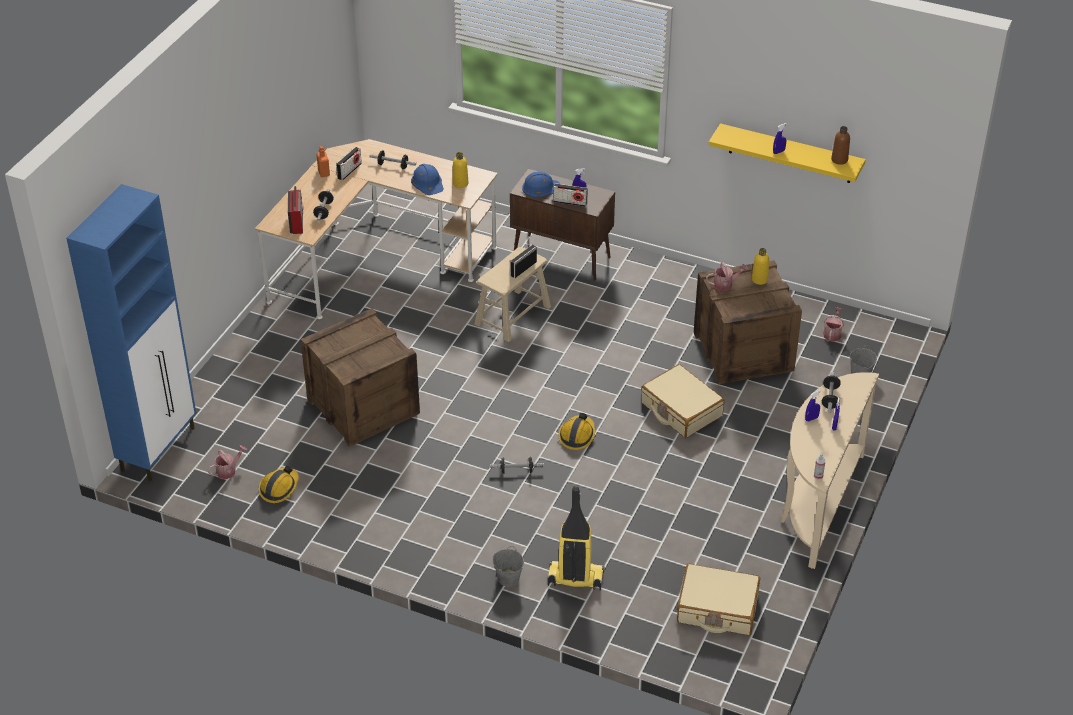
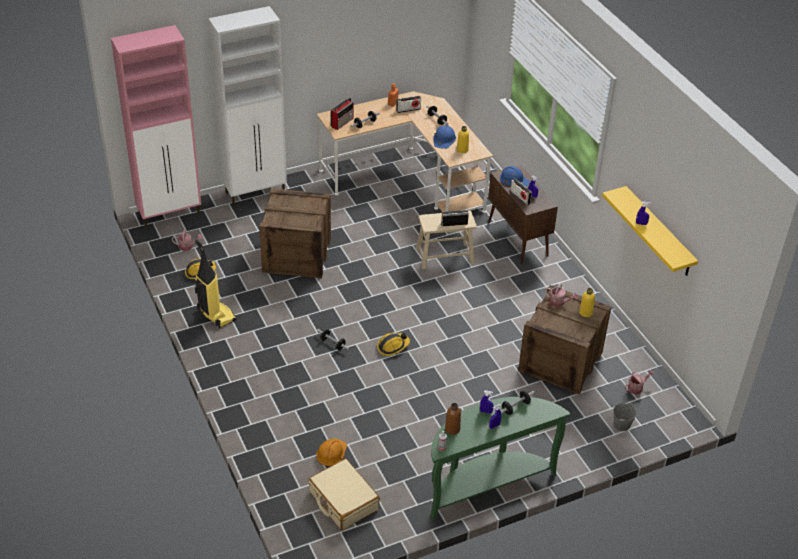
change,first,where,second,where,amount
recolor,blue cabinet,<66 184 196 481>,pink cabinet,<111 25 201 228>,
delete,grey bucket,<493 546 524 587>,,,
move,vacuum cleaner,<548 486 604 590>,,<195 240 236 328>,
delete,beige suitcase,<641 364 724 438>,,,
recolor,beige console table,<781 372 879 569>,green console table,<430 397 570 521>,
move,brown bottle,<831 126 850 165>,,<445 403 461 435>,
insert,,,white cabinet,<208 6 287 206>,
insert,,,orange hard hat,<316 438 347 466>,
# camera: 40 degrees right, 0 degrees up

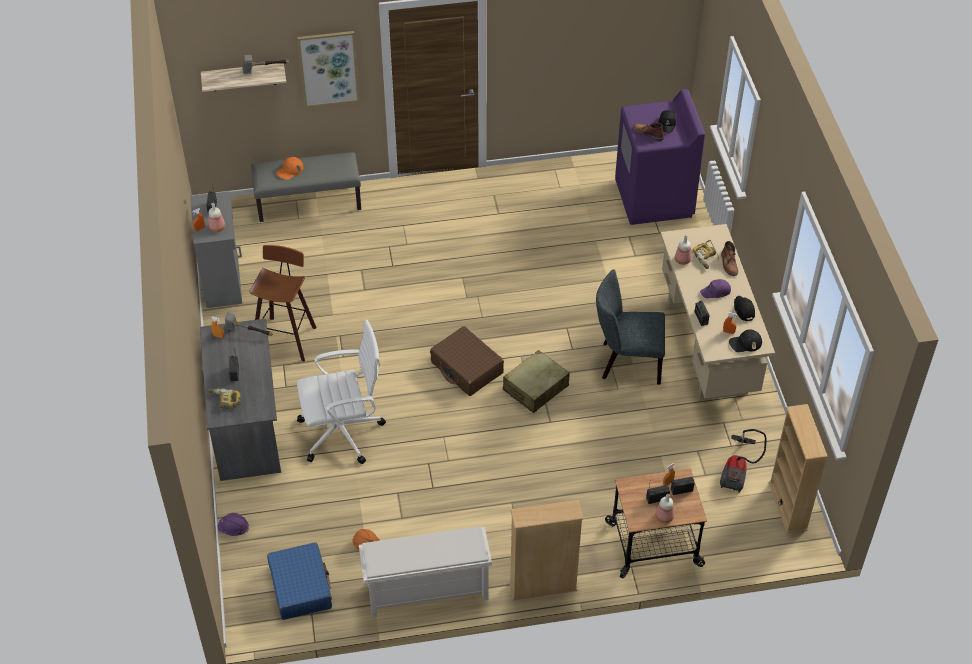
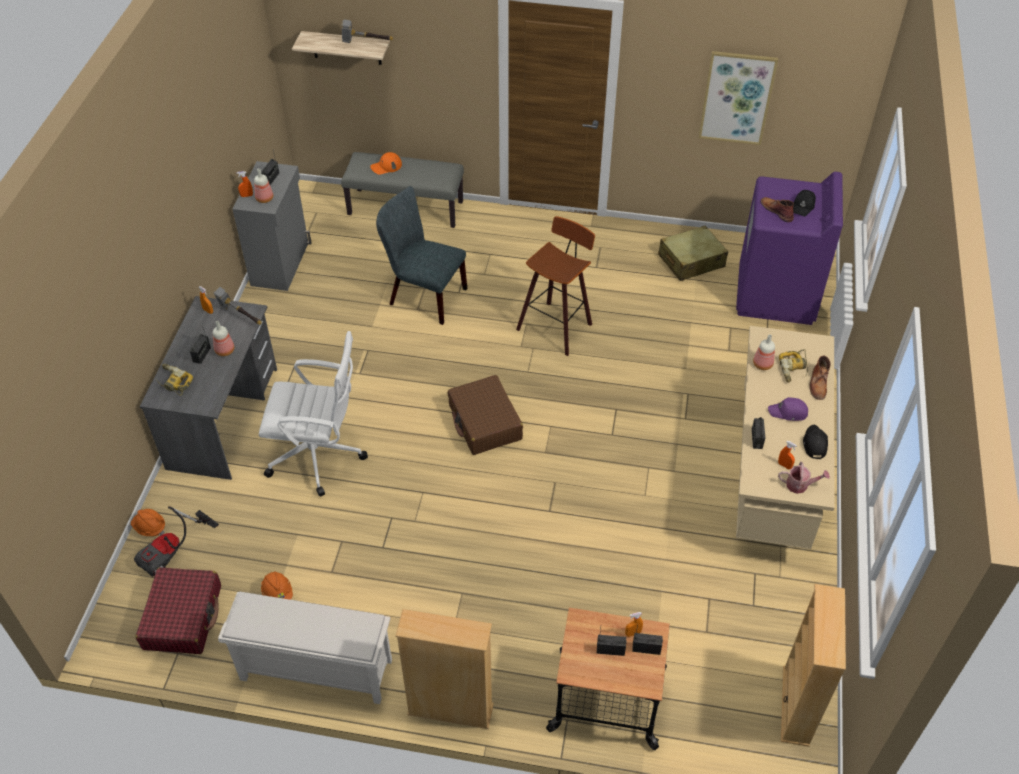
change,first,where,second,where,amount
recolor,purple hard hat,<218 513 249 536>,orange hard hat,<131 509 165 536>,
move,stool,<249 245 316 362>,,<516 216 595 356>,
recolor,blue suitcase,<267 542 332 620>,red suitcase,<136 567 221 654>,
move,picture,<297 31 359 107>,,<699 51 778 145>,
move,beige suitcase,<503 350 570 413>,,<658 226 728 281>,
move,grey chair,<596 269 665 385>,,<376 186 467 325>,
move,bottle,<655 494 674 523>,,<213 321 234 356>,
move,vacuum cleaner,<720 429 767 492>,,<134 506 219 578>,
replace,black cap,<729 329 762 352>,watering can,<778 462 830 494>,
# camera: 20 degrees right, 0 degrees up

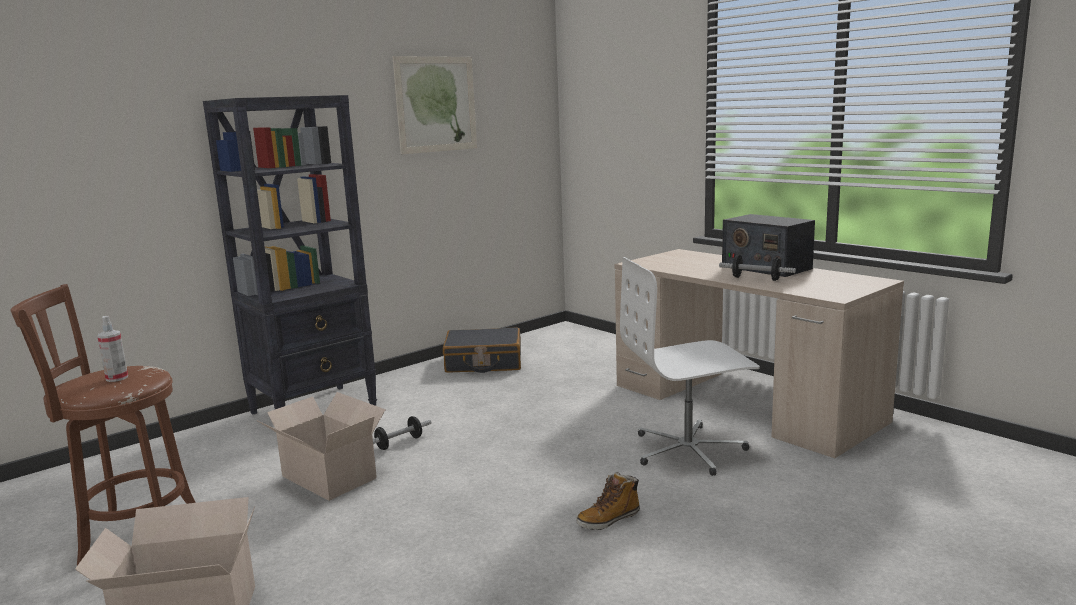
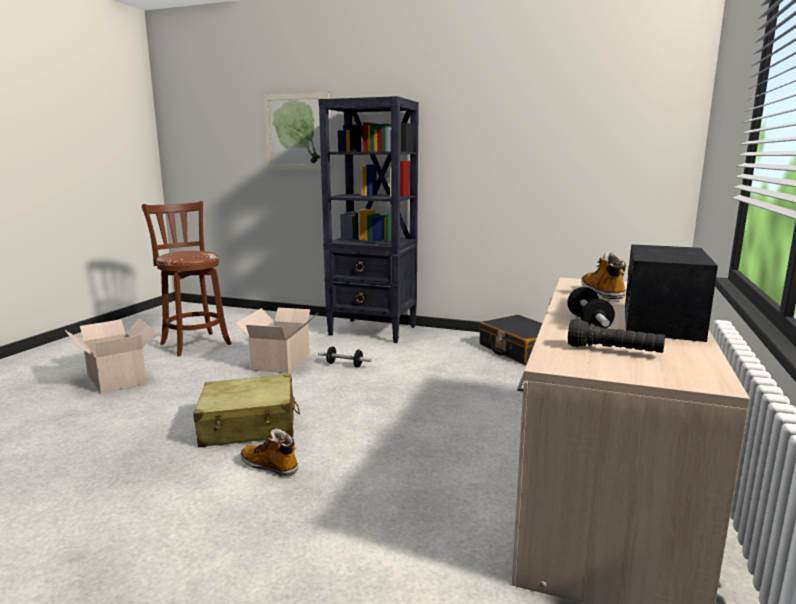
change,first,where,second,where,amount
delete,spray bottle,<97 316 128 382>,,,
move,picture,<393 56 477 154>,,<264 93 331 170>,
delete,white office chair,<620 257 760 476>,,,
insert,,,beige suitcase,<193 374 300 447>,
insert,,,black flashlight,<568 319 665 353>,
insert,,,boot,<581 252 626 299>,
# camera: 60 degrees right, 0 degrees up

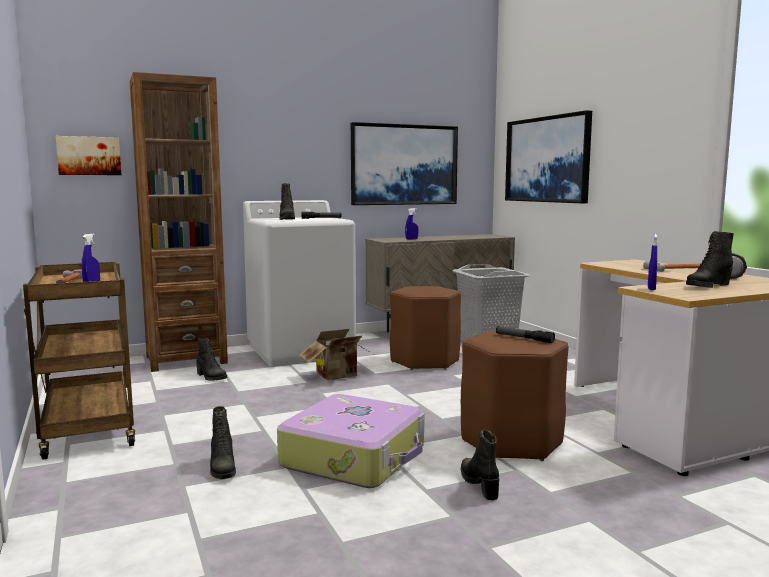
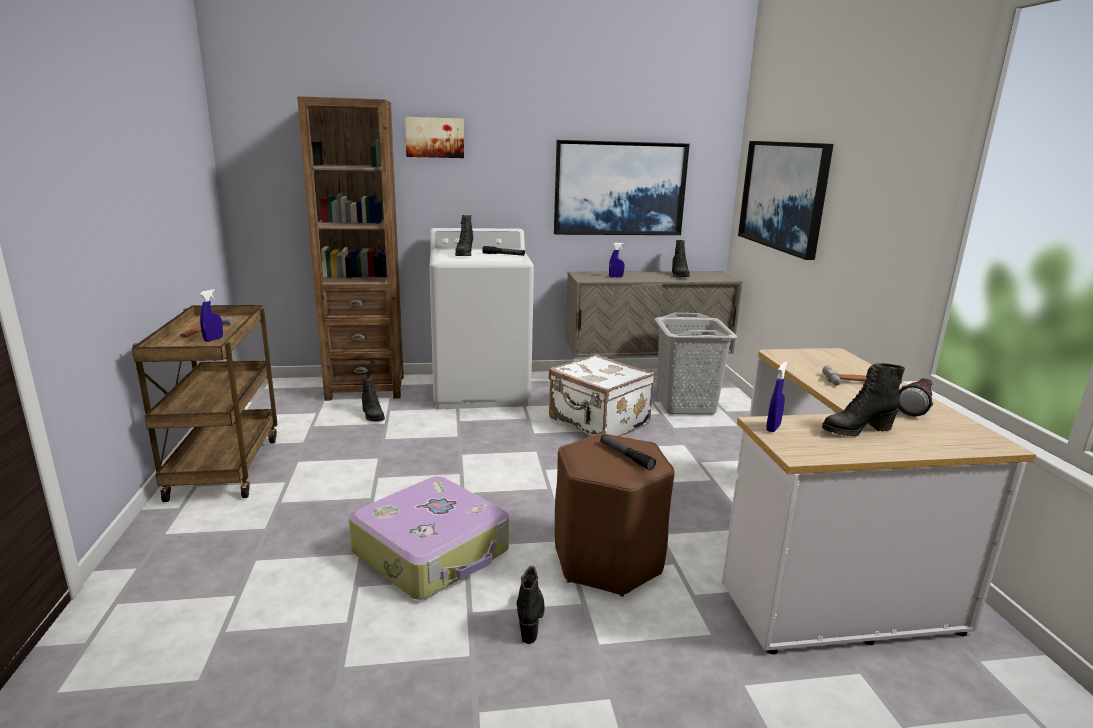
change,first,where,second,where,amount
move,picture,<56 136 121 175>,,<405 117 464 158>,
move,black boot,<210 406 236 479>,,<672 240 690 277>,
delete,cardboard box,<299 329 373 380>,,,
replace,brown stool,<390 286 461 370>,white suitcase,<549 354 654 436>,
# camera: 15 degrees right, 10 degrees up

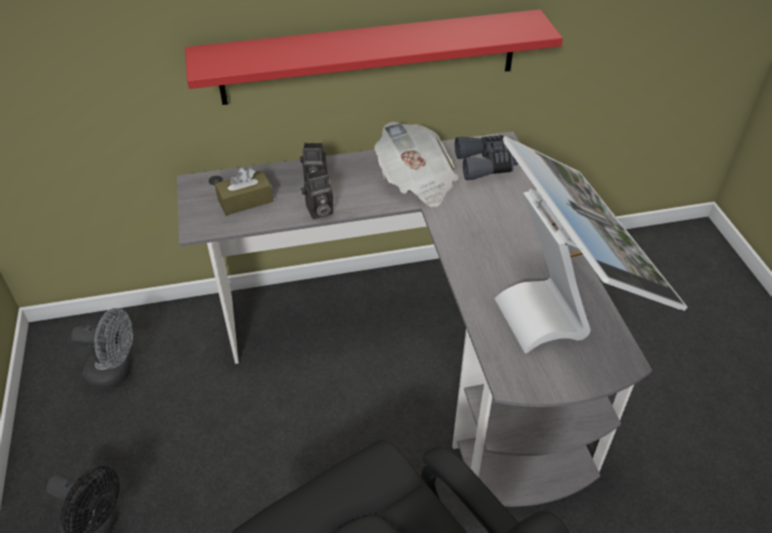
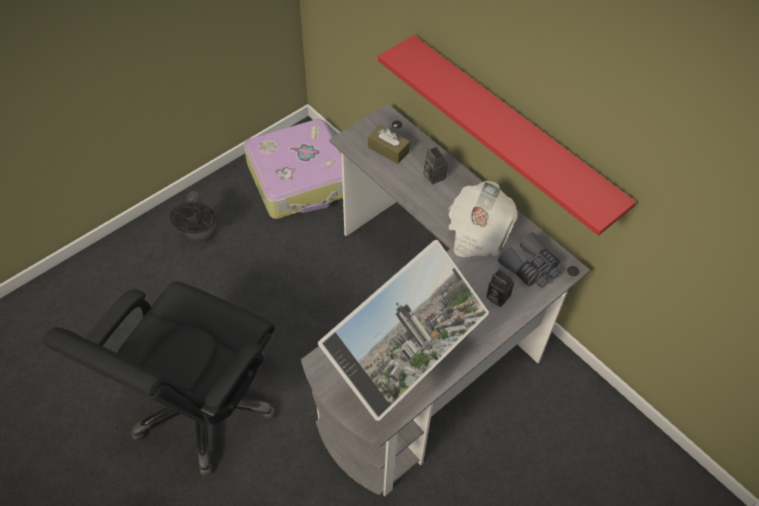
change,first,where,second,where,amount
replace,grey fan,<71 308 133 389>,suitcase,<244 119 343 219>,
move,photo camera,<301 169 333 219>,,<486 269 514 307>,
# camera: 60 degrees right, 10 degrees up

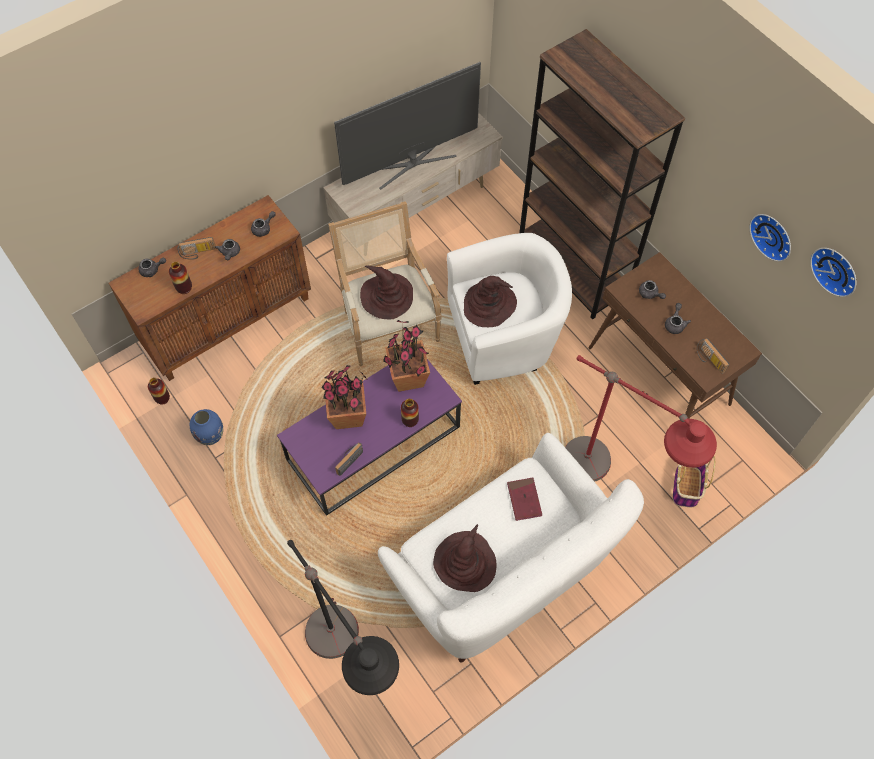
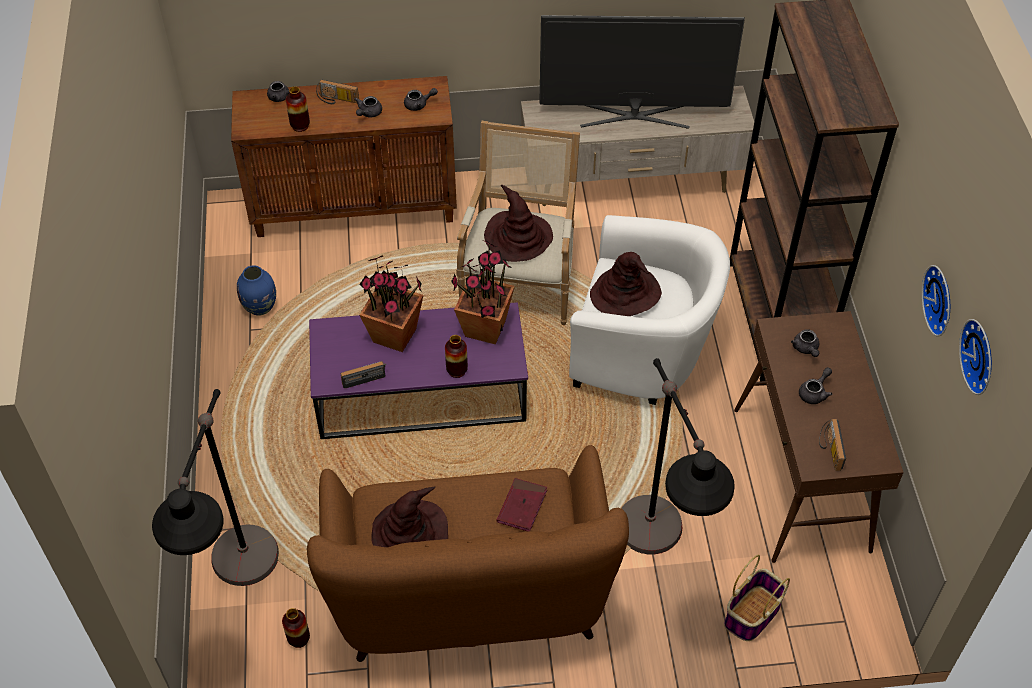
change,first,where,second,where,amount
move,vase,<148 378 170 405>,,<282 608 310 648>,
recolor,white sofa,<378 433 644 663>,brown sofa,<307 445 629 662>,
recolor,red floor lamp,<565 355 717 482>,black floor lamp,<621 358 735 554>,
# camera: 30 degrees right, 10 degrees down

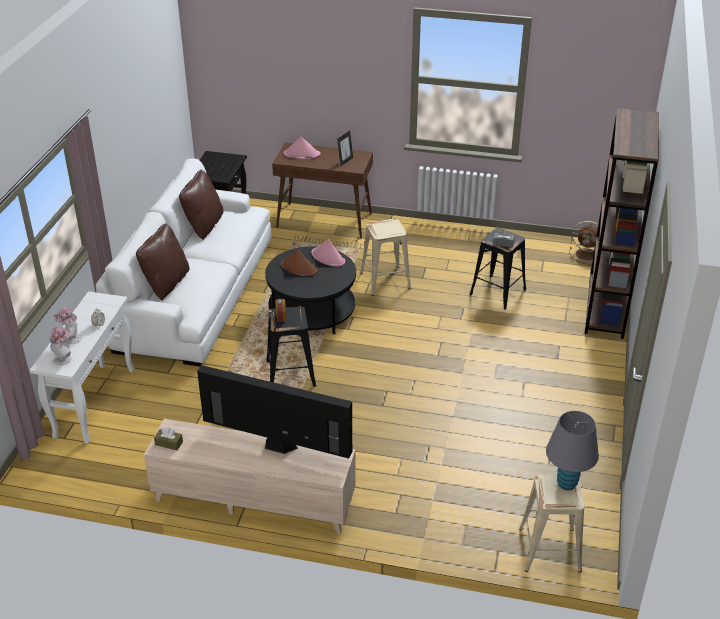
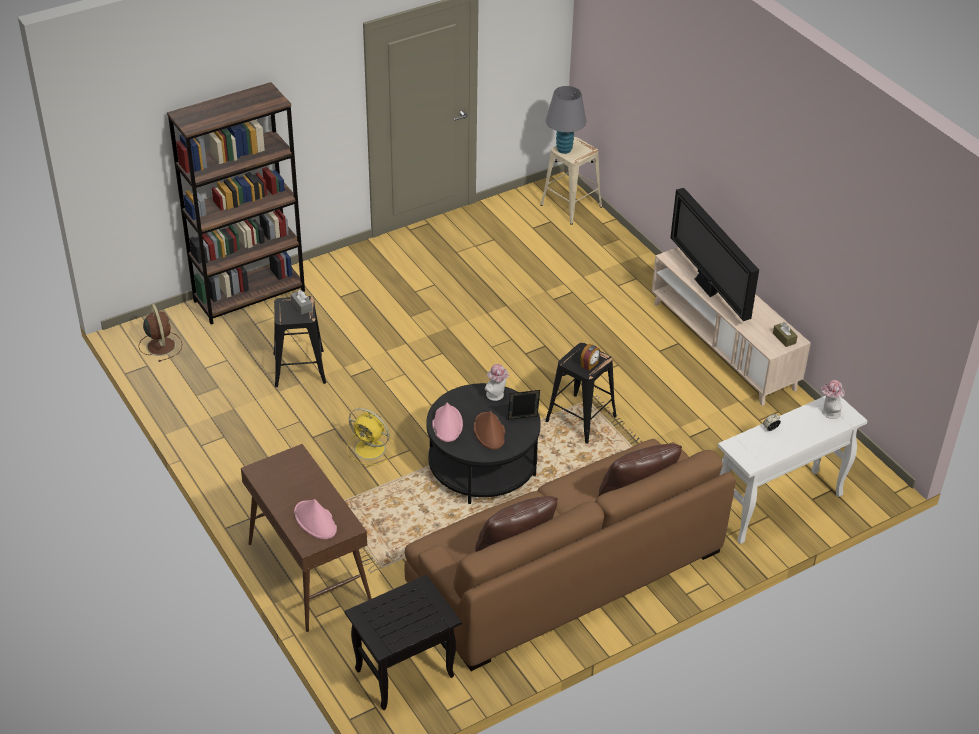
change,first,where,second,where,amount
move,hat,<54 308 82 344>,,<485 364 509 401>,
recolor,white sofa,<96 159 272 367>,brown sofa,<405 439 736 671>,
move,picture frame,<337 131 353 166>,,<508 390 540 420>,
replace,beige stool,<360 219 411 296>,yellow fan,<347 408 395 465>,
# camera: 135 degrees left, 5 degrees up

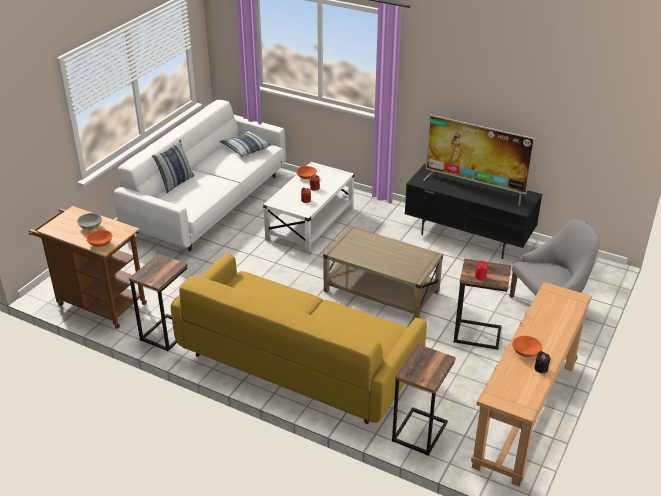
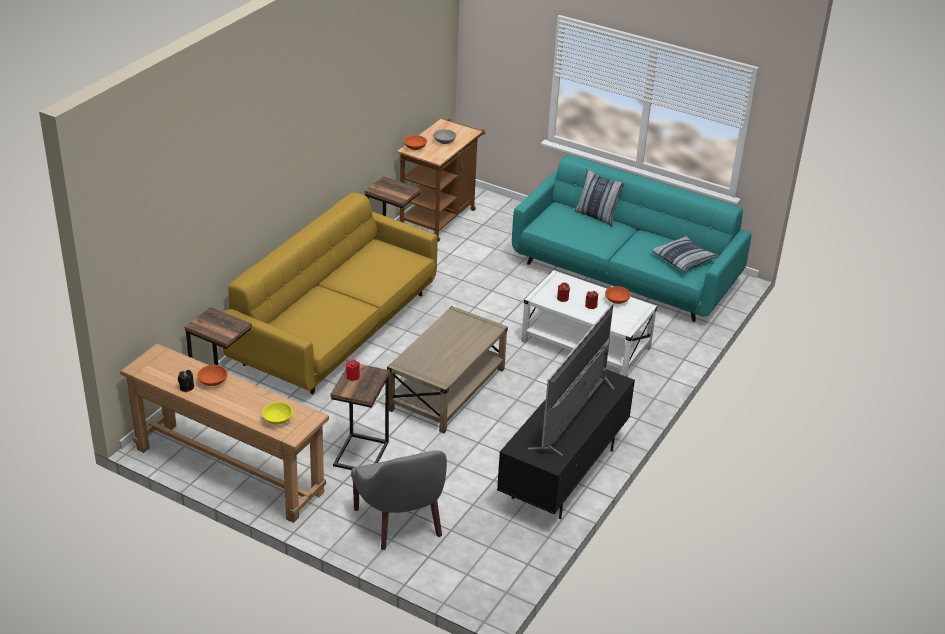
change,first,where,second,where,amount
recolor,white sofa,<114 100 286 252>,turquoise sofa,<512 155 751 322>,
insert,,,yellow bowl,<262 402 293 425>,
# camera: 90 degrees right, 0 degrees up

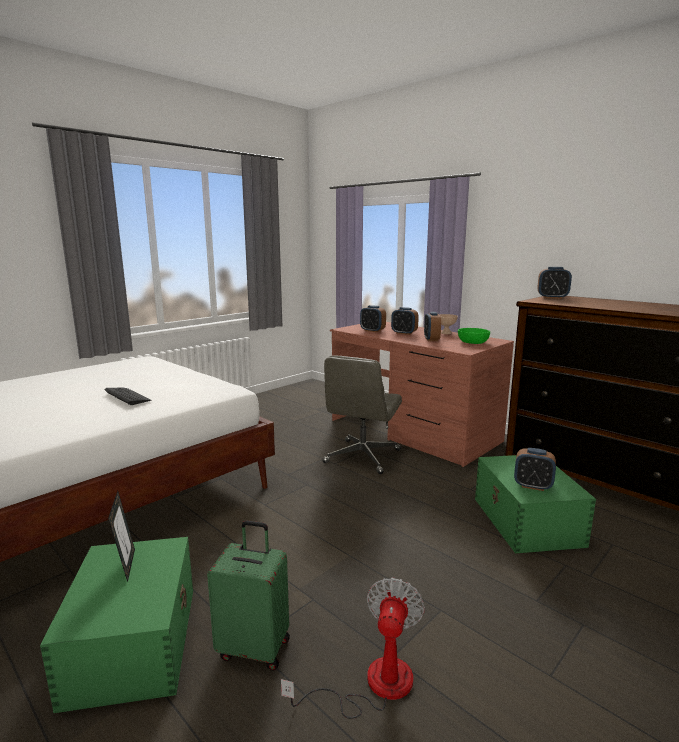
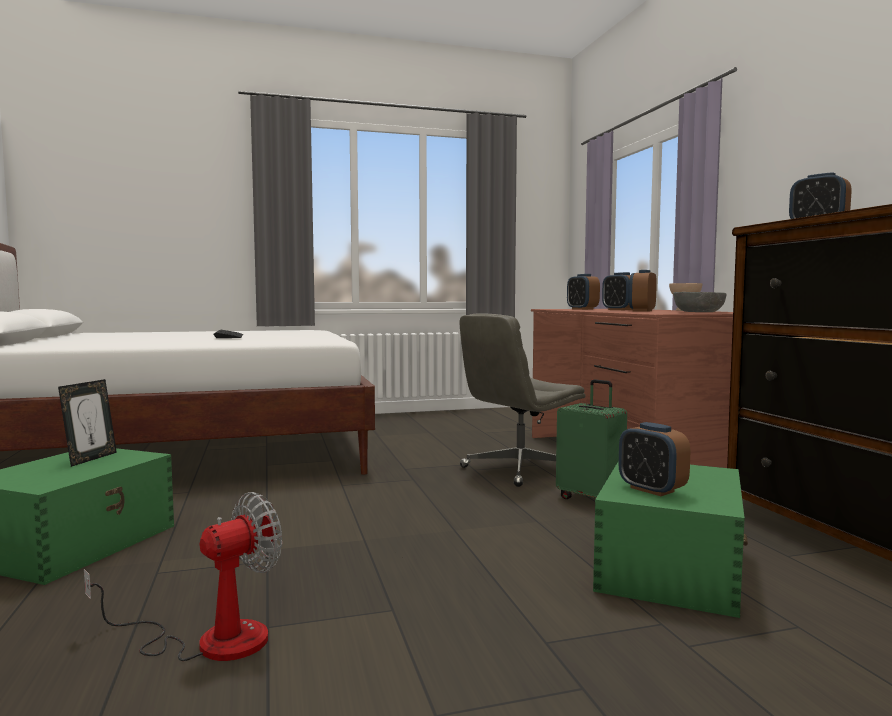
change,first,where,second,where,amount
move,green suitcase,<207 520 290 671>,,<556 379 627 499>,
recolor,green bowl,<458 328 490 344>,grey bowl,<673 292 727 312>,
# camera: 30 degrees right, 10 degrees down

